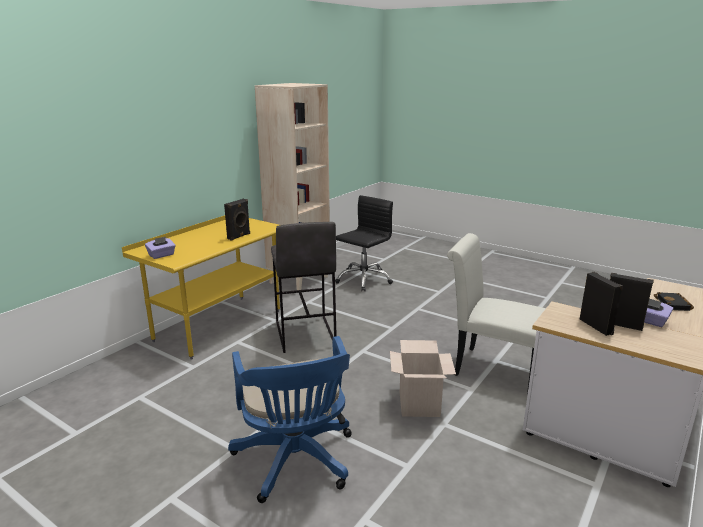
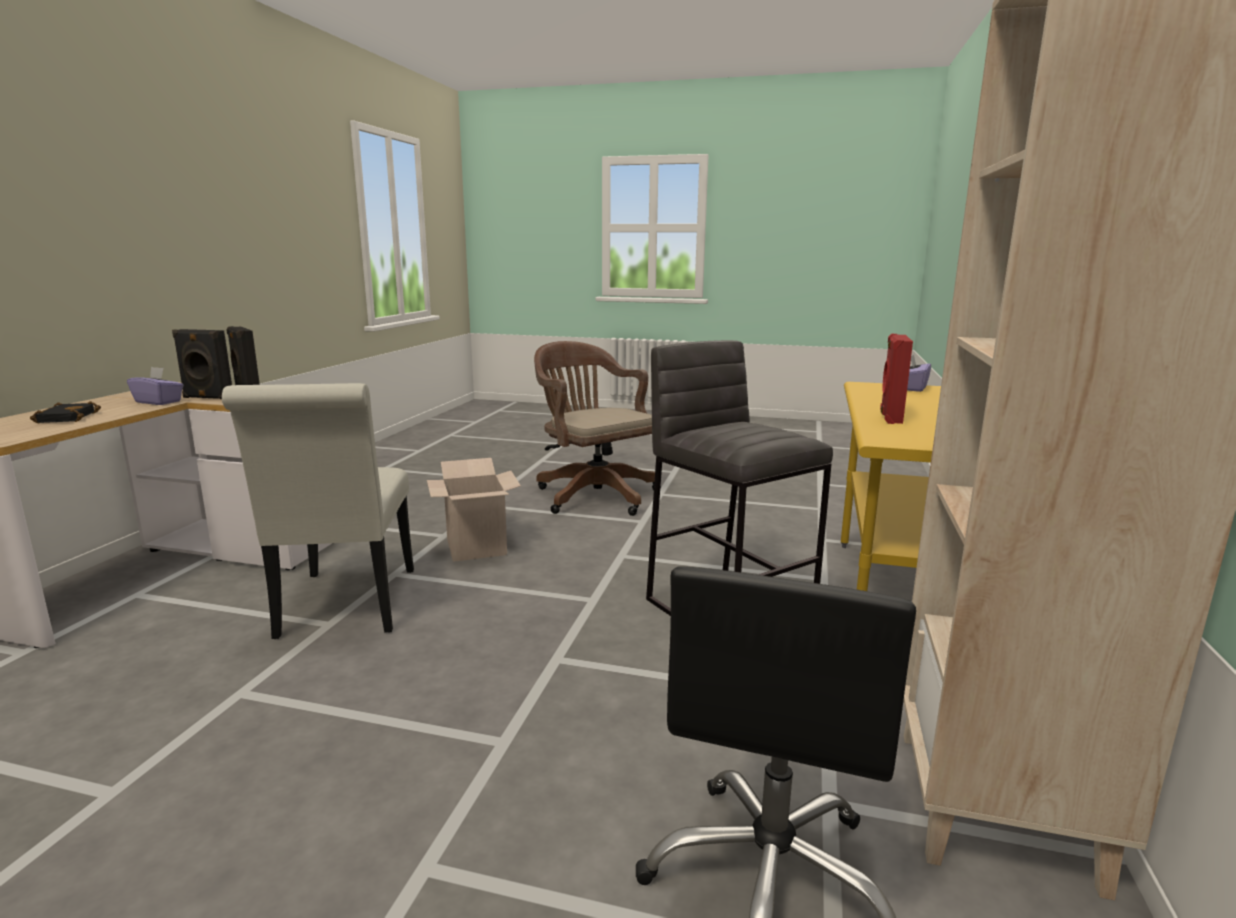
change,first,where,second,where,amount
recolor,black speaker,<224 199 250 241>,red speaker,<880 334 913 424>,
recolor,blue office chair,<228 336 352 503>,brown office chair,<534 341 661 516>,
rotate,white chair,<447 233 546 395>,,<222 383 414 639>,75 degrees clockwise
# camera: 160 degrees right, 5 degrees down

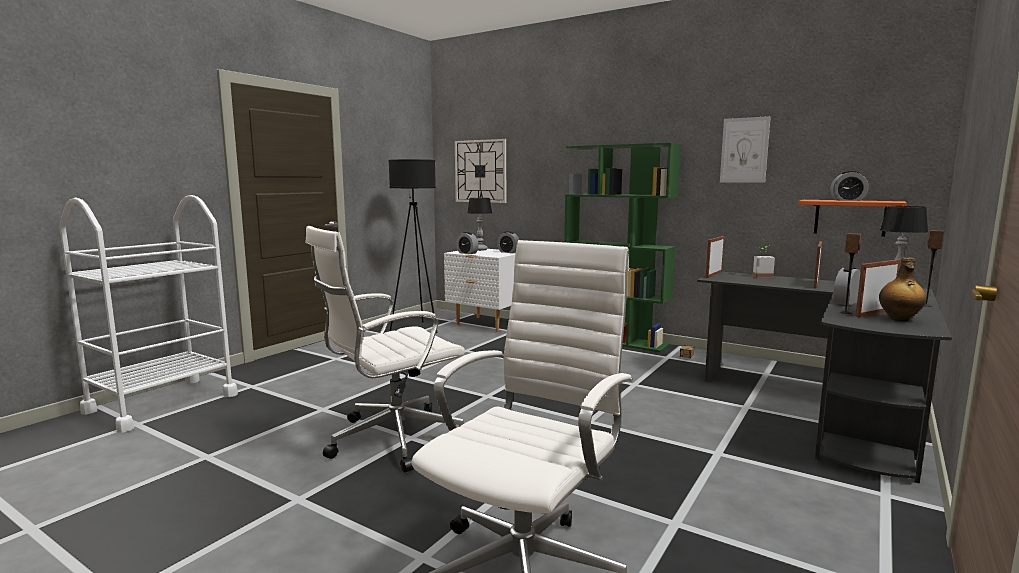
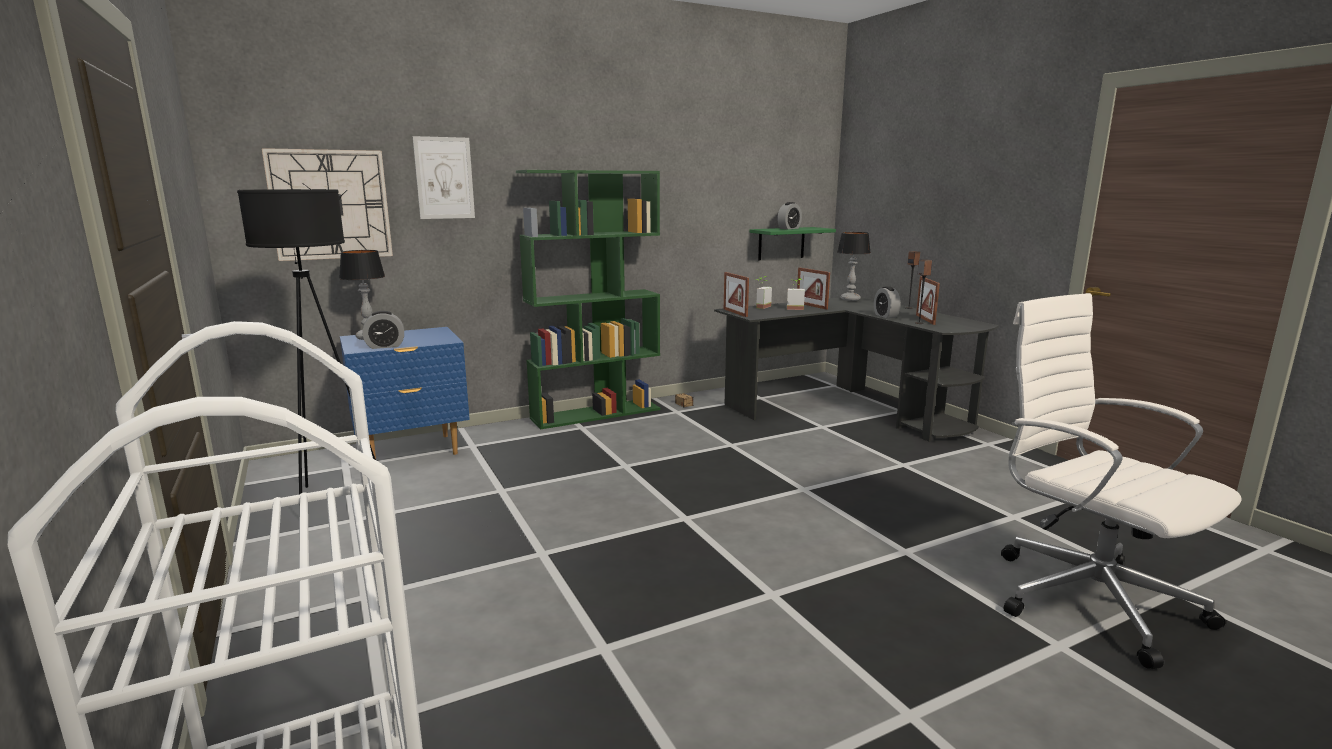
change,first,where,second,where,amount
delete,white office chair,<305 226 465 472>,,,
recolor,white nightstand,<444 249 516 332>,blue nightstand,<340 327 470 459>,
delete,alarm clock,<497 231 519 253>,,,
move,picture,<720 116 771 183>,,<413 136 475 219>,
recolor,orange shelf,<798 200 907 237>,green shelf,<750 227 836 260>,
delete,bottle,<879 258 926 322>,,,
insert,,,potted plant,<787 278 805 310>,
# camera: 60 degrees left, 5 degrees up

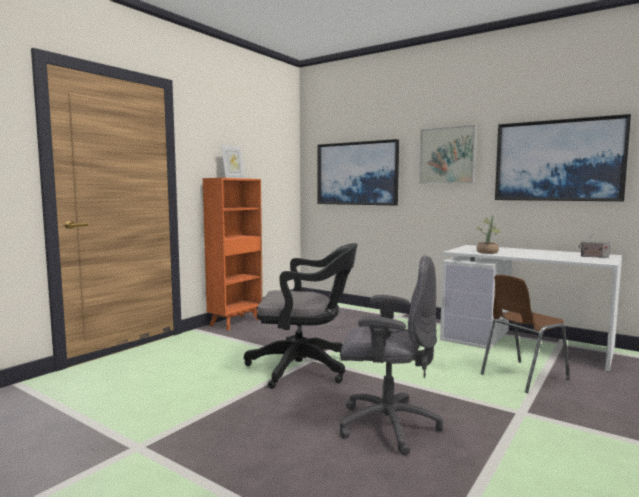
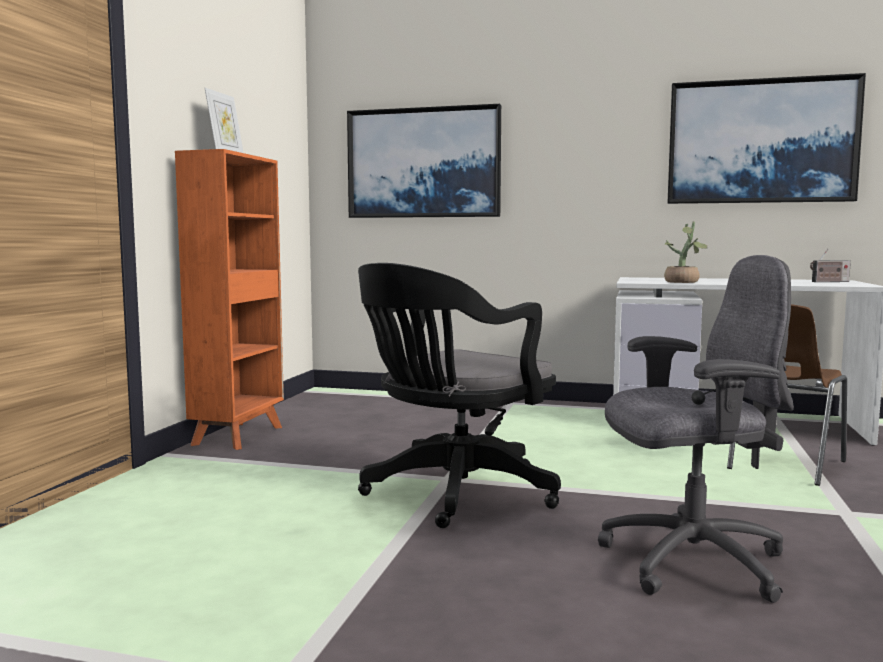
change,first,where,second,where,amount
rotate,black office chair,<244 243 358 389>,,<358 263 561 528>,150 degrees clockwise
delete,picture,<419 125 476 184>,,,
# camera: 20 degrees left, 0 degrees up

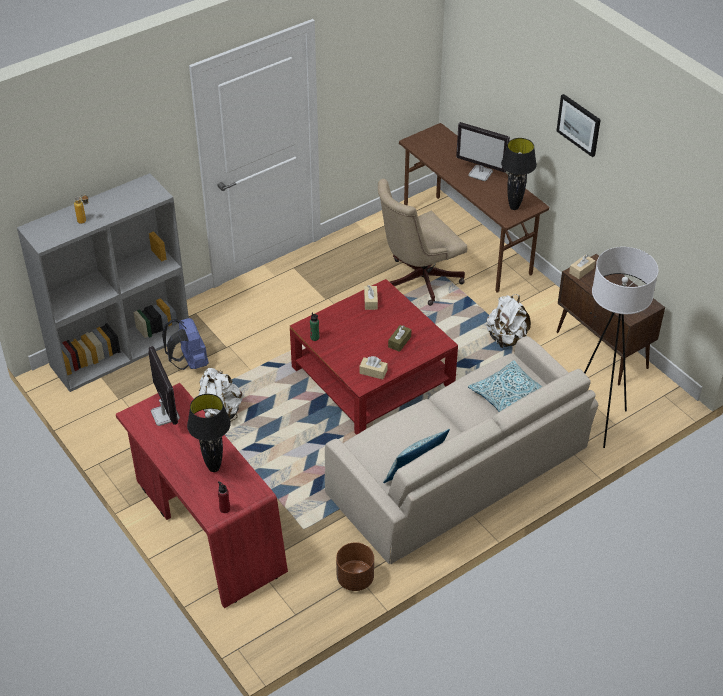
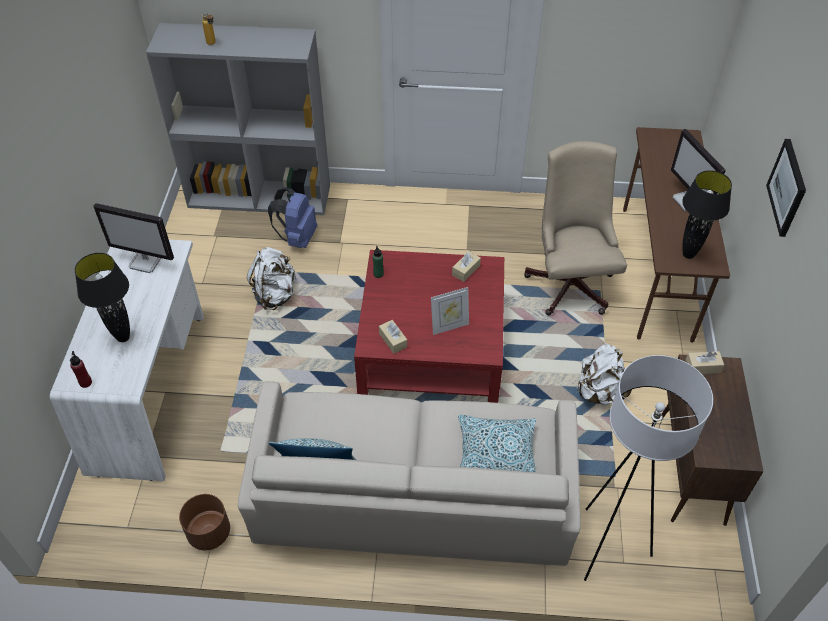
change,first,where,second,where,amount
recolor,red desk,<116 383 288 608>,white desk,<50 240 204 481>,
rotate,monitor,<149 346 180 426>,,<93 203 174 273>,90 degrees clockwise
rotate,beige office chair,<378 179 467 306>,,<524 141 627 315>,75 degrees clockwise
replace,brown tissue box,<388 325 411 352>,picture frame,<431 287 469 335>,
# camera: 40 degrees right, 5 degrees up

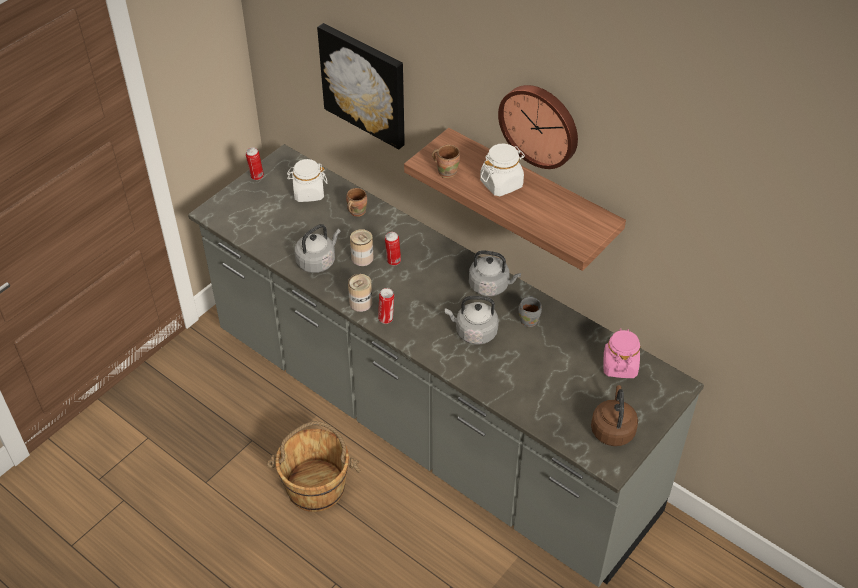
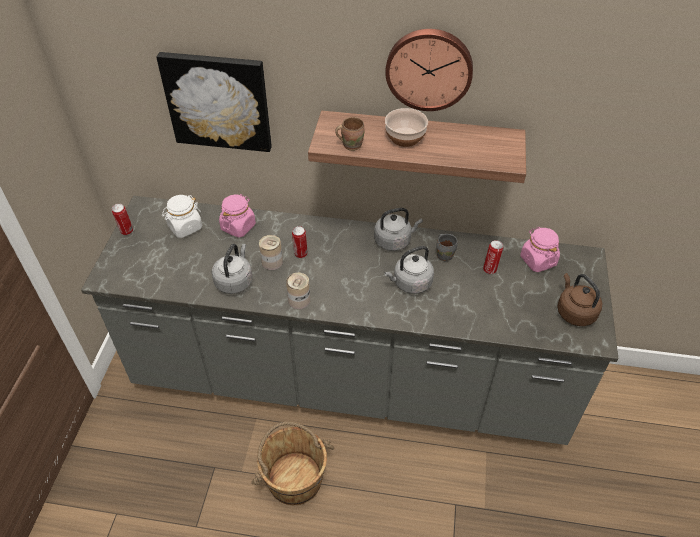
change,first,where,second,where,amount
replace,brown mug,<346 188 367 217>,pink jar,<219 194 256 238>,
move,can,<378 288 394 324>,,<483 240 503 274>,
replace,white jar,<480 143 525 196>,bowl,<385 108 428 147>,
# camera: 30 degrees left, 0 degrees up

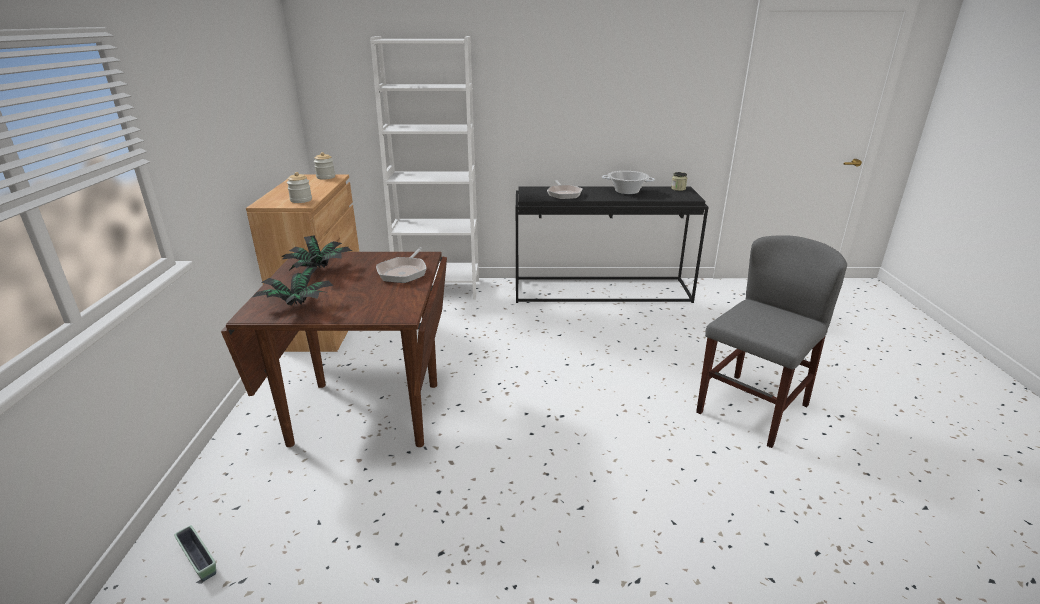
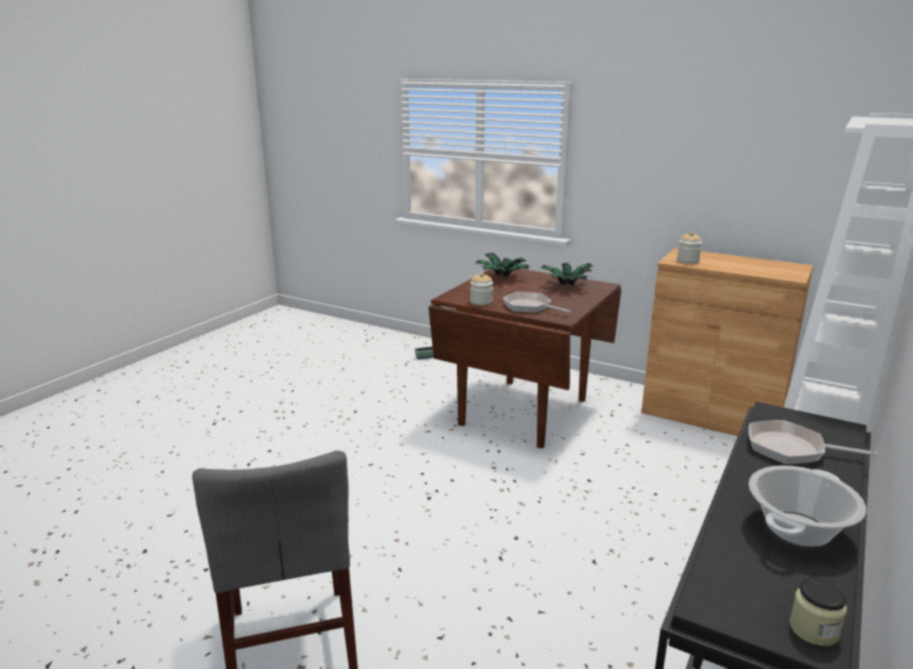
change,first,where,second,where,amount
move,jar,<314 152 335 180>,,<470 273 493 305>,
# camera: 120 degrees right, 5 degrees down

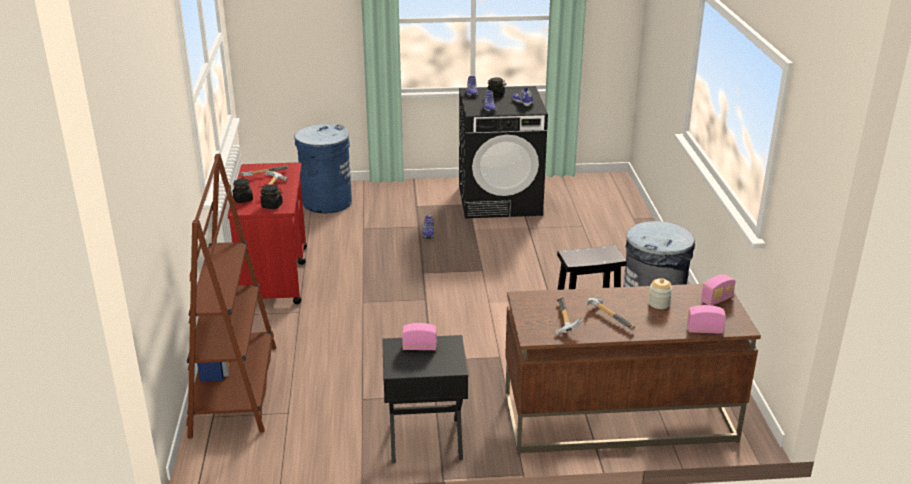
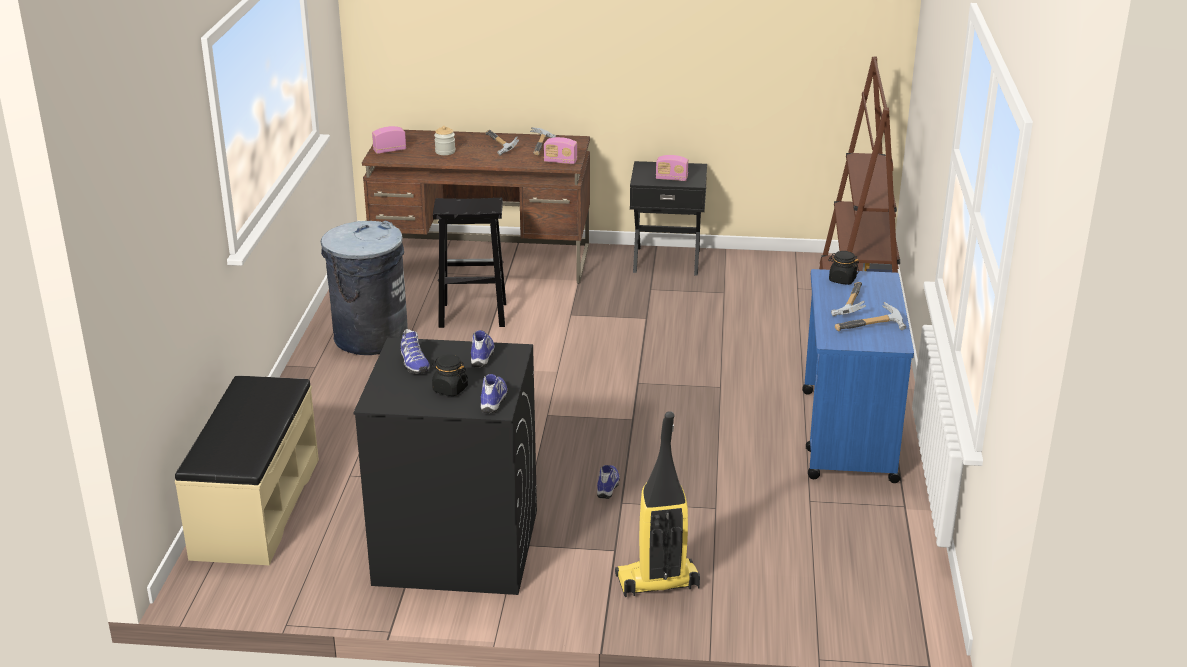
change,first,where,second,where,amount
recolor,red cart,<228 162 307 304>,blue cart,<802 269 914 483>,
delete,black jar,<233 178 253 203>,,,
delete,blue trash can,<294 124 352 214>,,,
move,radio,<687 305 726 334>,,<544 137 577 164>,
insert,,,beige bench,<175 376 319 566>,
insert,,,vacuum cleaner,<615 411 700 597>,
# camera: 170 degrees left, 0 degrees up

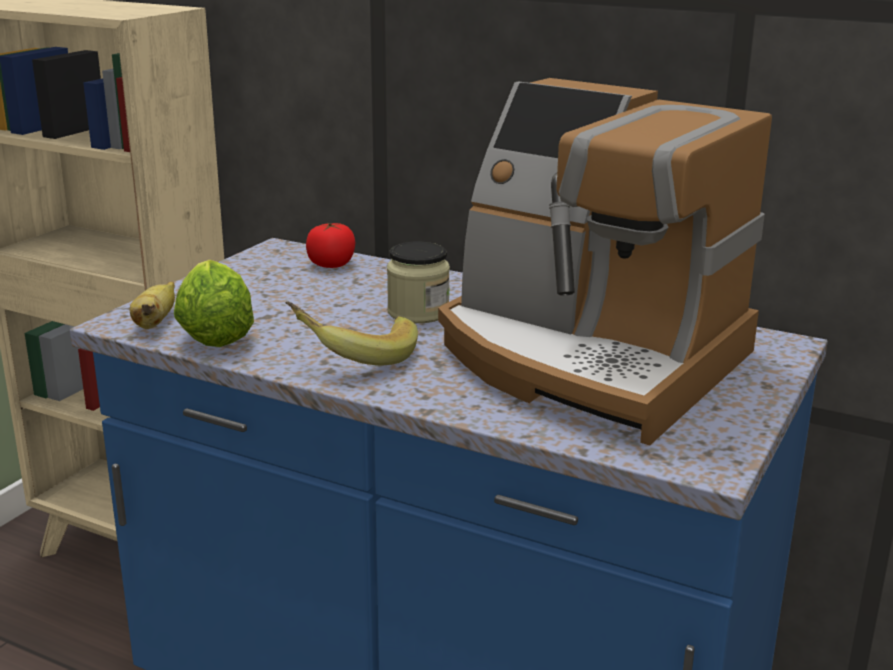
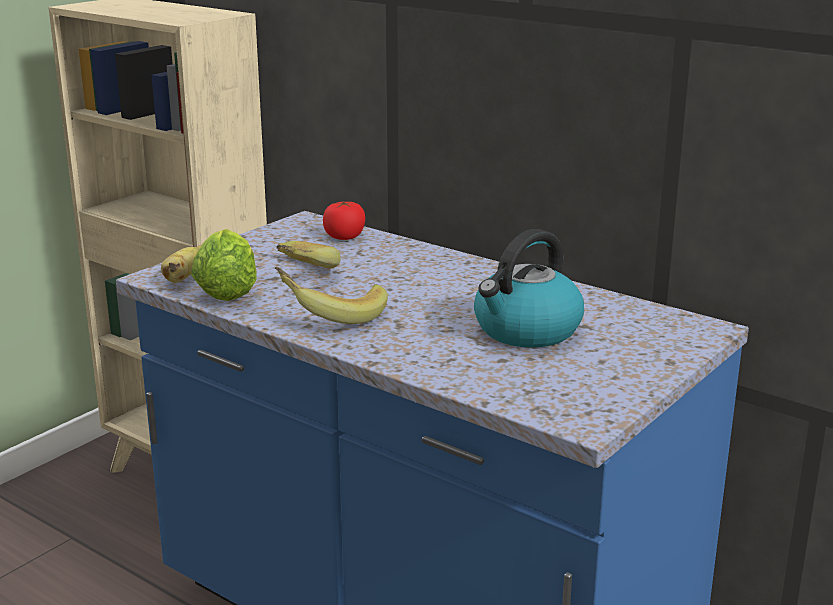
change,first,where,second,where,amount
delete,jar,<387 242 450 323>,,,
replace,coffee machine,<438 78 772 445>,kettle,<474 229 584 348>,
insert,,,banana,<276 241 341 269>,
# camera: 10 degrees right, 0 degrees up

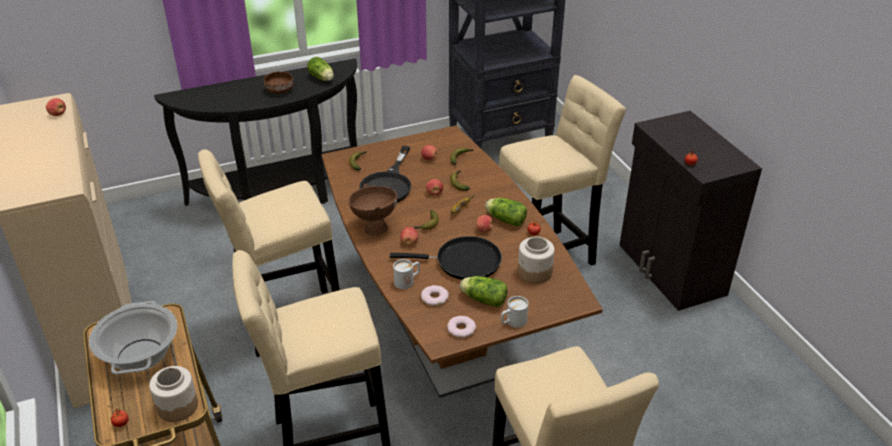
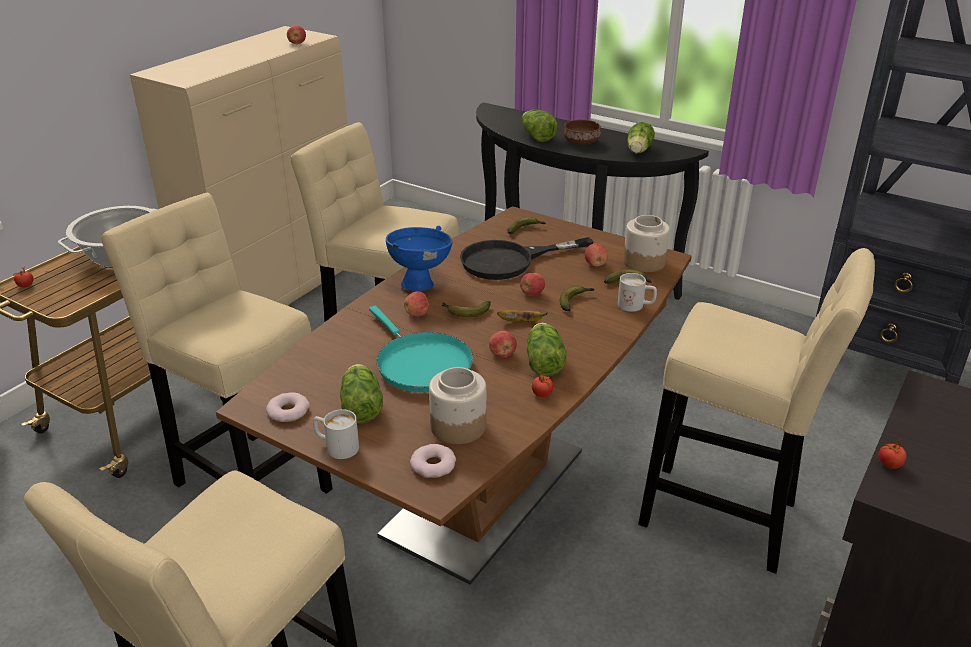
change,first,where,second,where,amount
move,jar,<149 366 198 422>,,<623 215 670 272>,
recolor,brown bowl,<349 184 397 236>,blue bowl,<386 226 453 291>,
recolor,black frying pan,<390 236 502 280>,turquoise frying pan,<369 306 473 392>,
move,white mug,<393 259 420 289>,,<618 273 657 312>,
move,donut,<421 285 449 306>,,<410 444 456 478>,
insert,,,lettuce,<522 110 557 142>,
# camera: 55 degrees right, 5 degrees down

